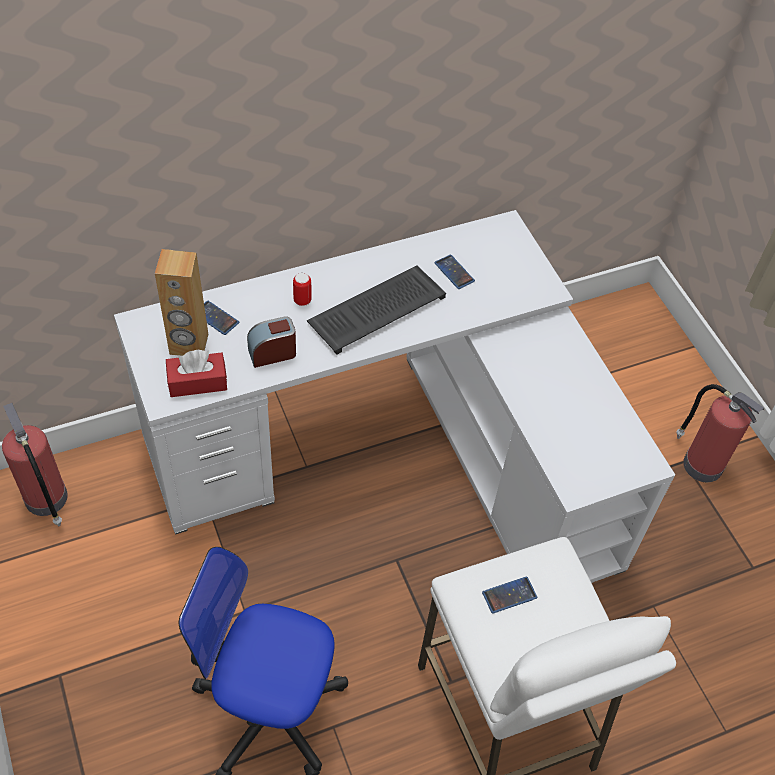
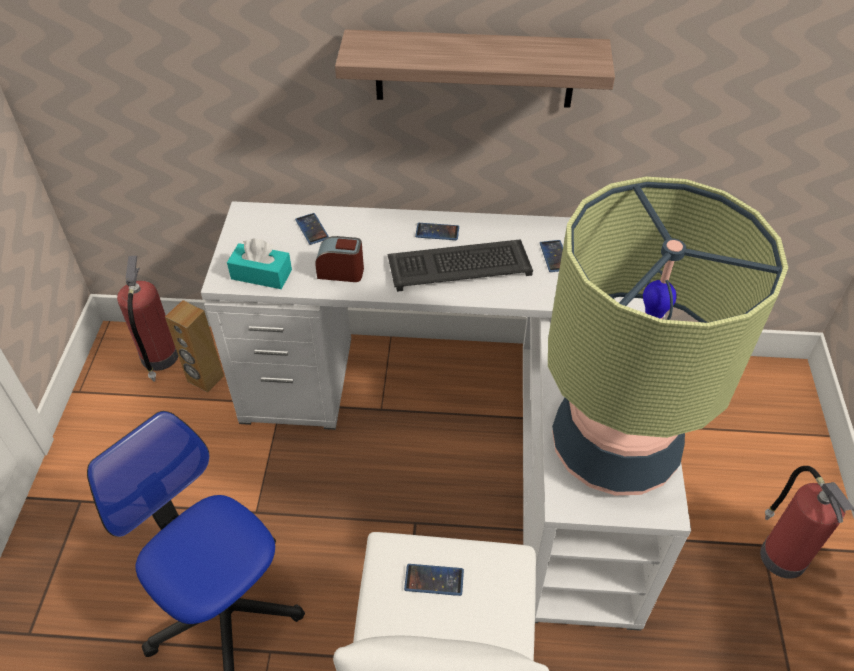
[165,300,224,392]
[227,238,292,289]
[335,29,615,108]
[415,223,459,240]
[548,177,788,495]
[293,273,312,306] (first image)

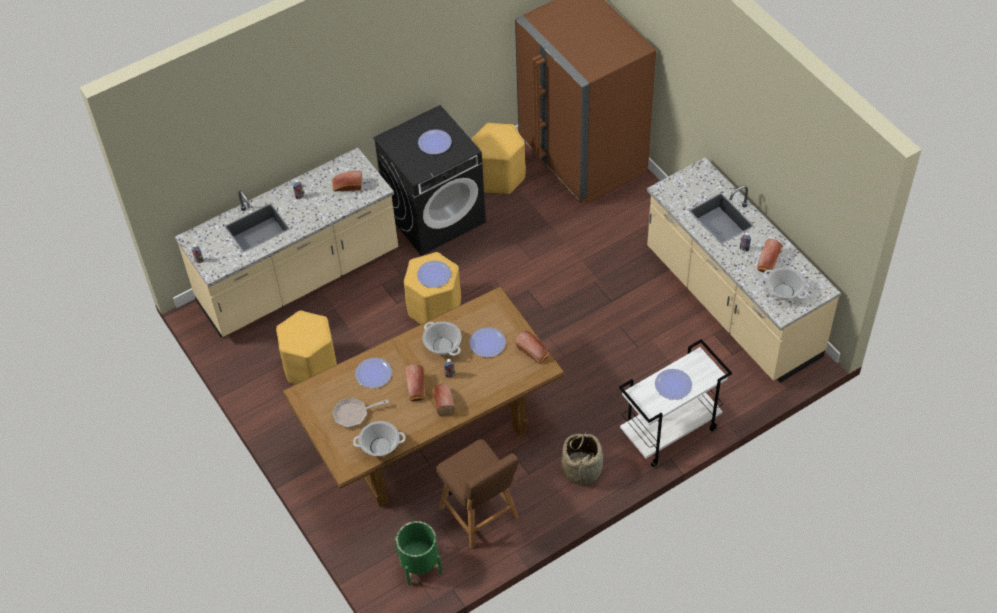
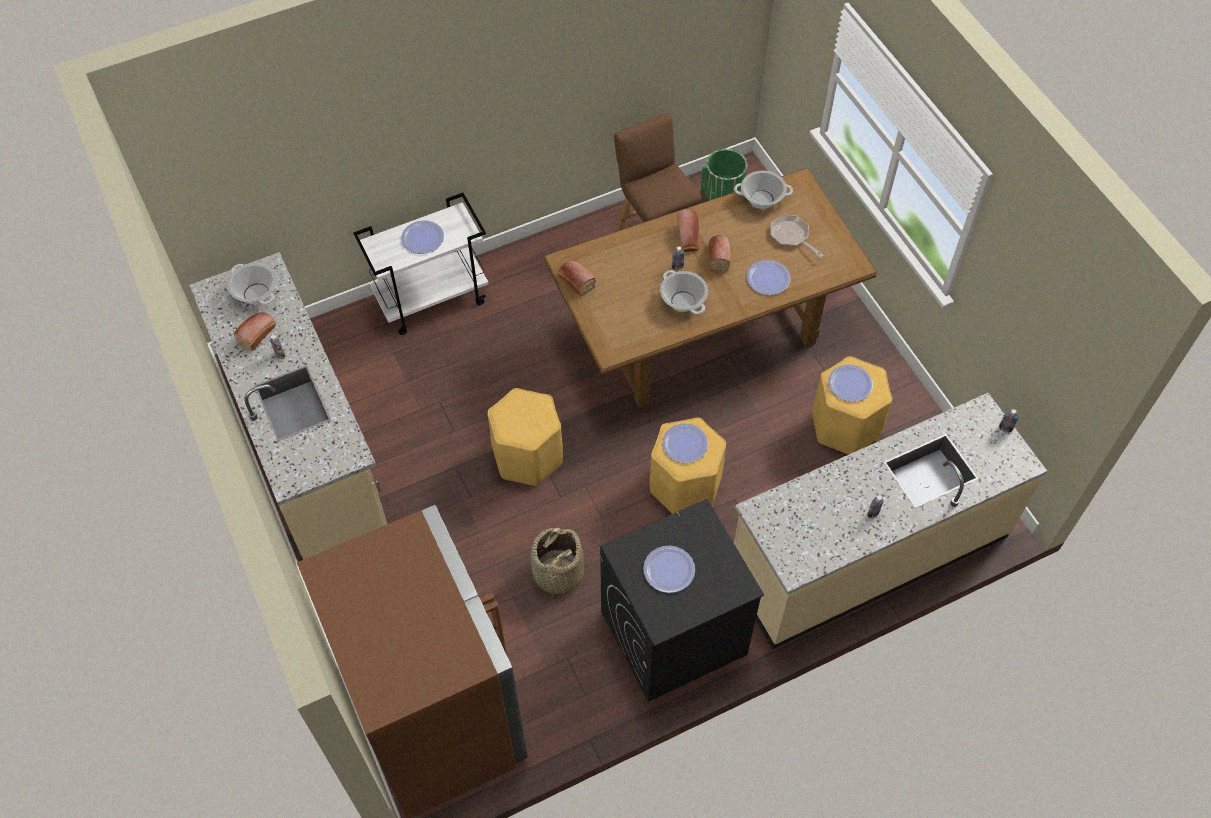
[487,388,563,486]
[531,528,584,600]
[771,215,823,258]
[828,364,873,402]
[332,171,363,192] (first image)

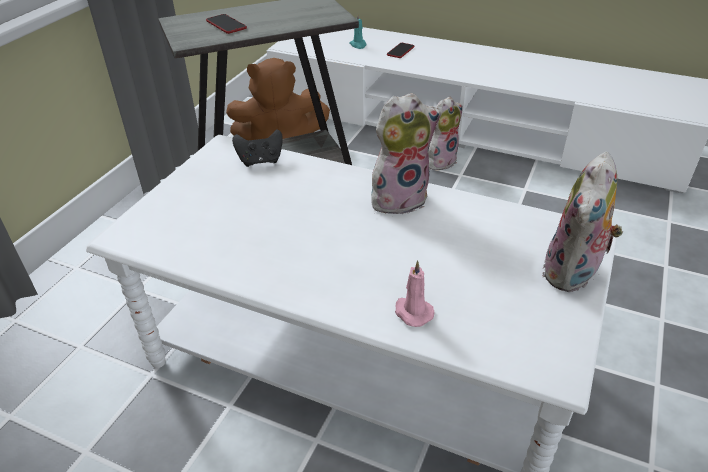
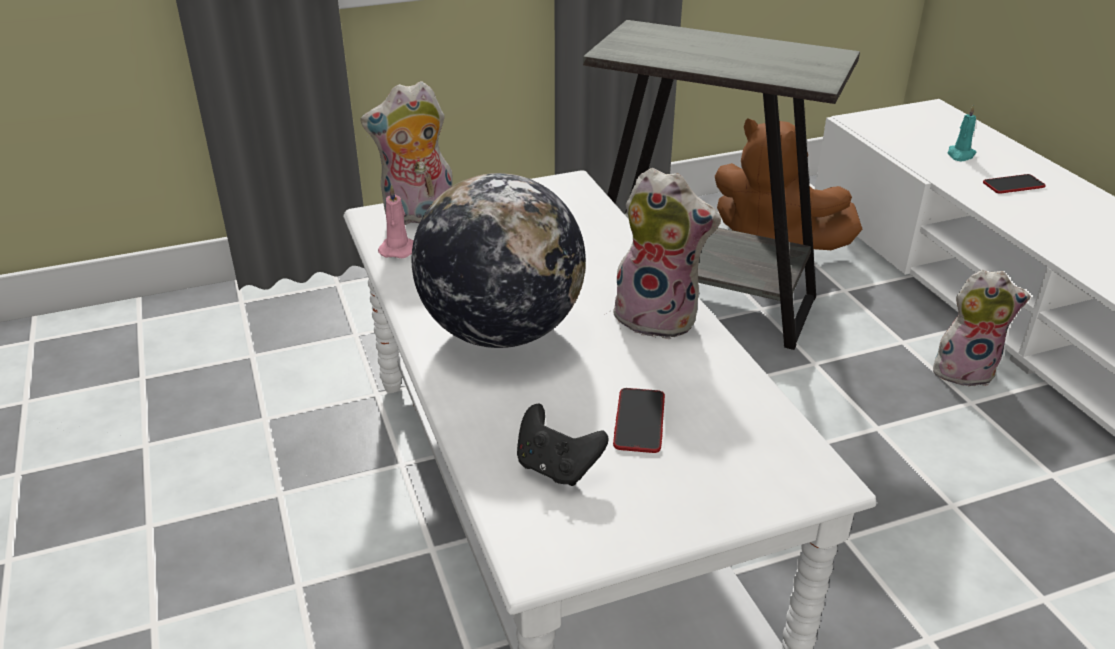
[360,81,452,225]
[378,184,414,258]
[412,173,586,348]
[517,404,609,486]
[613,388,665,453]

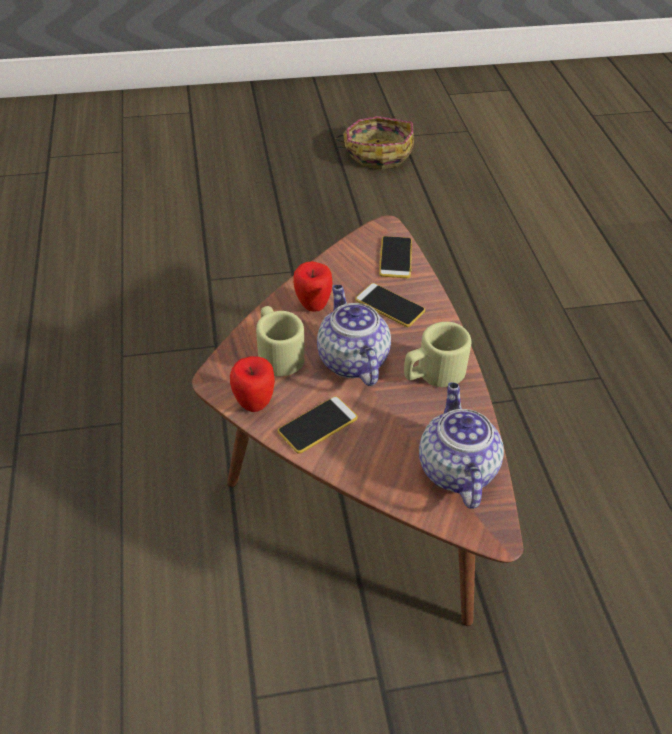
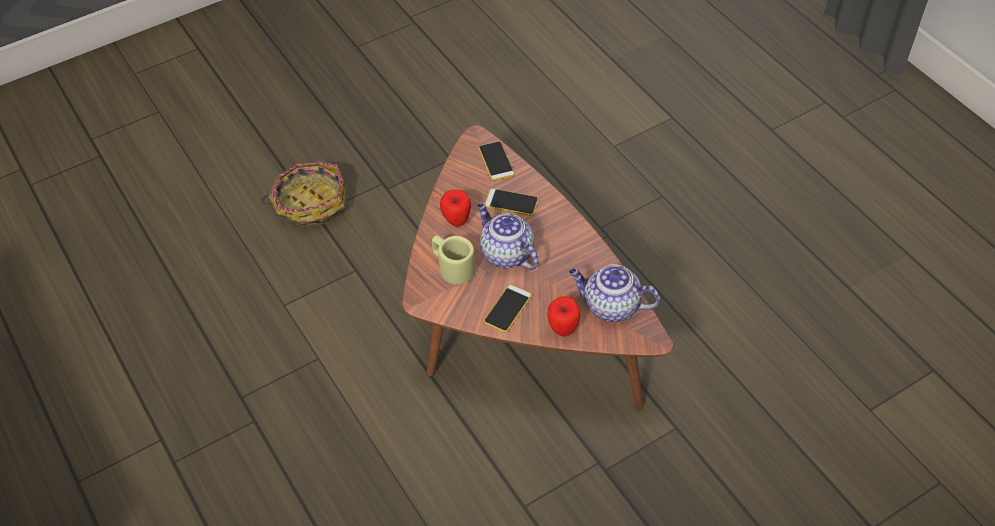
[261,162,346,227]
[547,296,580,336]
[569,264,660,322]
[404,322,472,387] (first image)

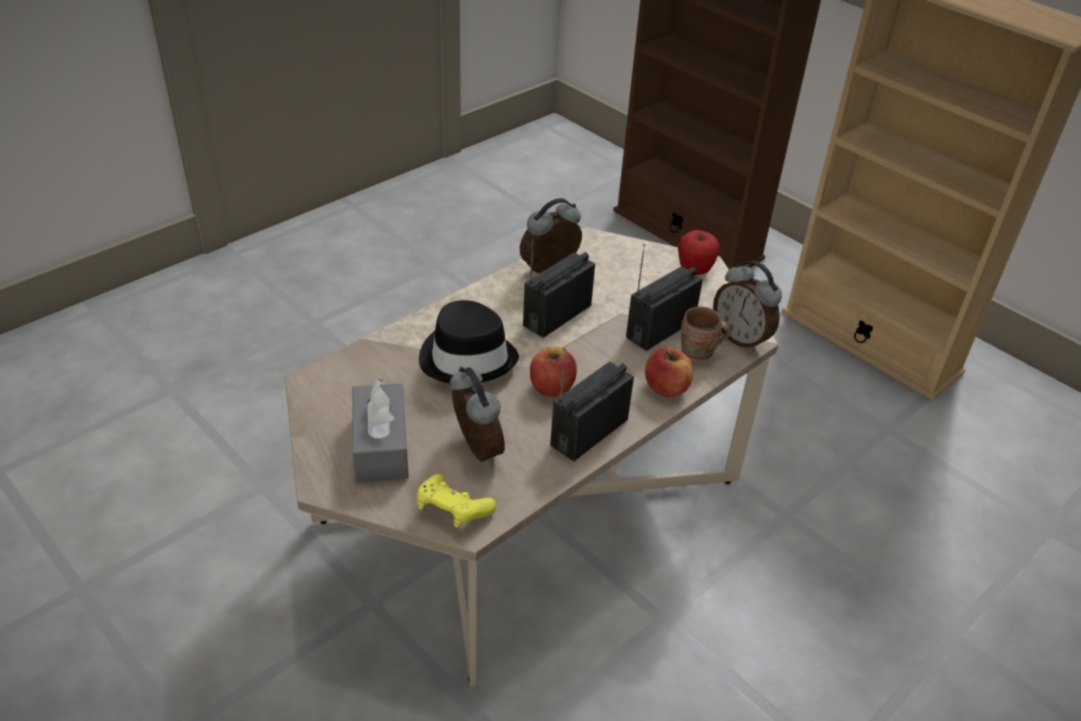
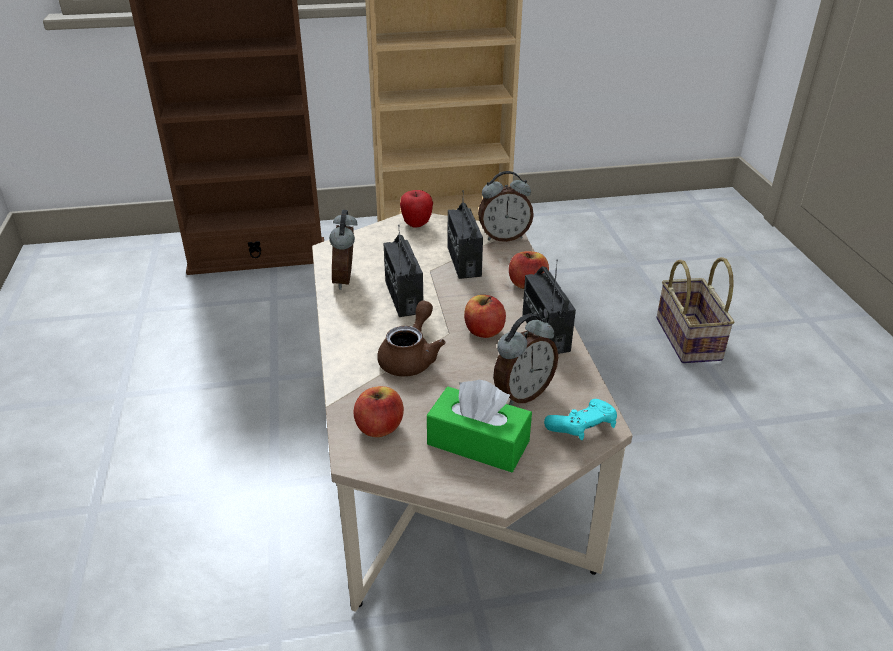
[353,386,404,437]
[377,300,445,377]
[427,380,532,472]
[493,314,558,405]
[544,399,617,440]
[657,257,735,363]
[681,306,731,362] (first image)

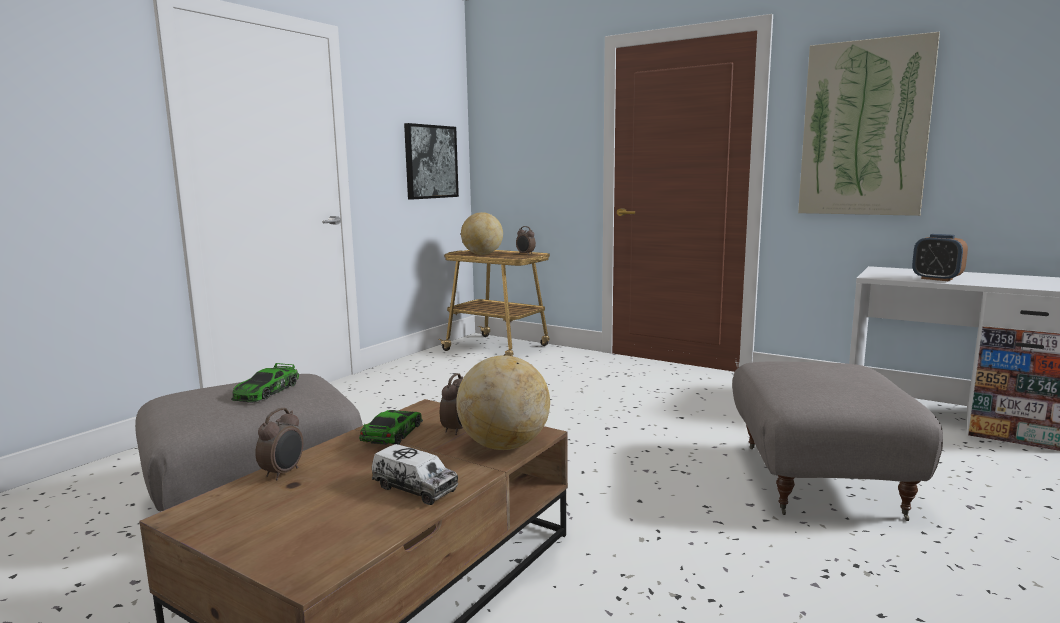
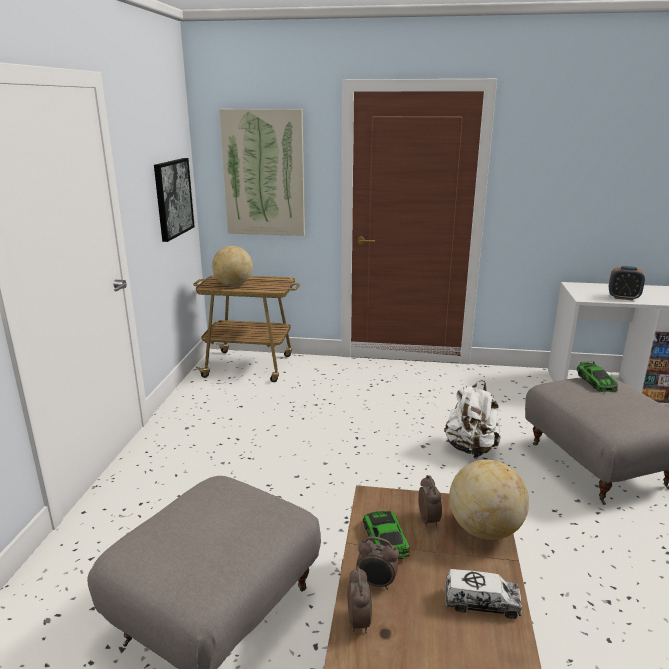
[219,109,305,236]
[356,537,399,590]
[444,380,501,457]
[577,361,618,392]

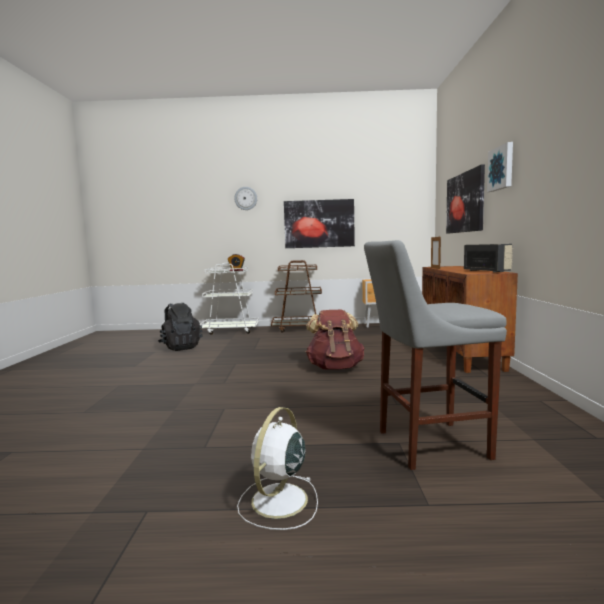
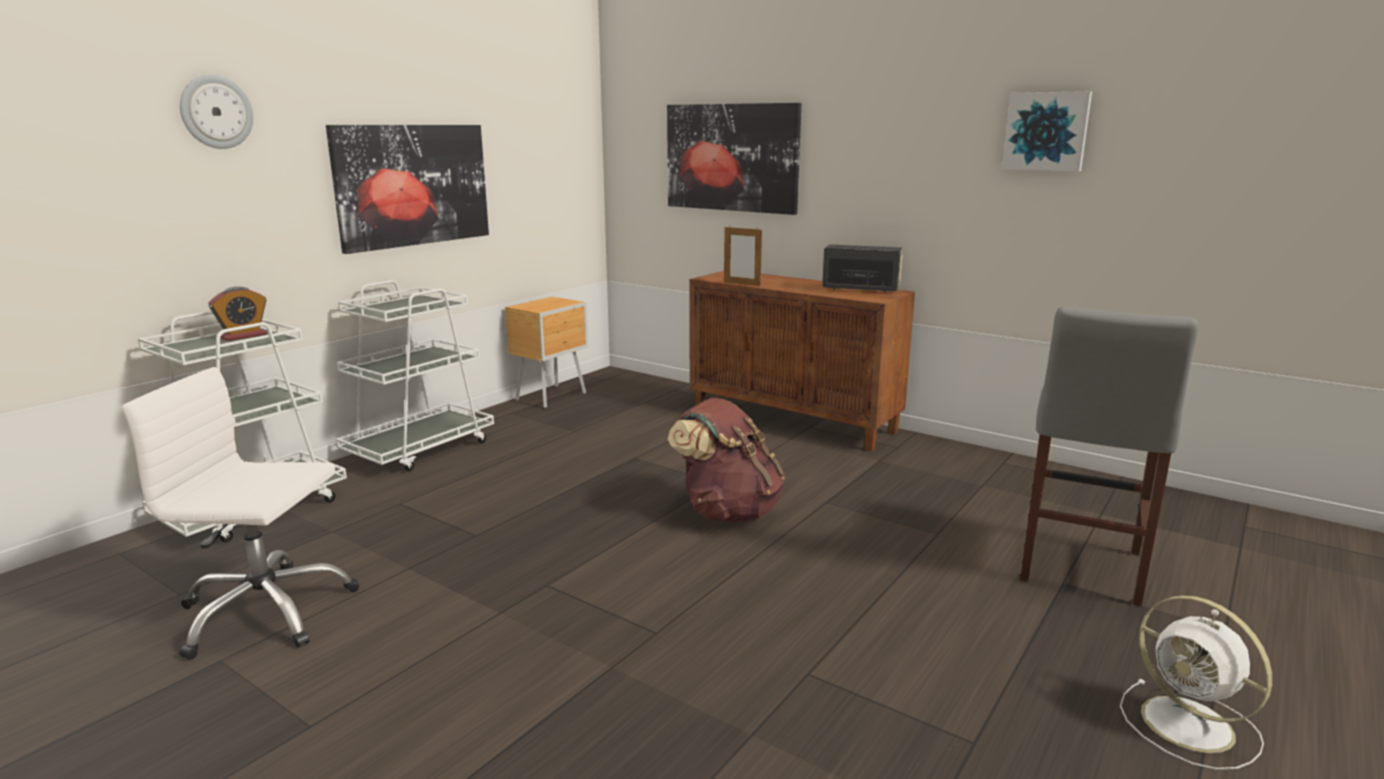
[122,367,359,660]
[336,280,494,472]
[1002,91,1092,172]

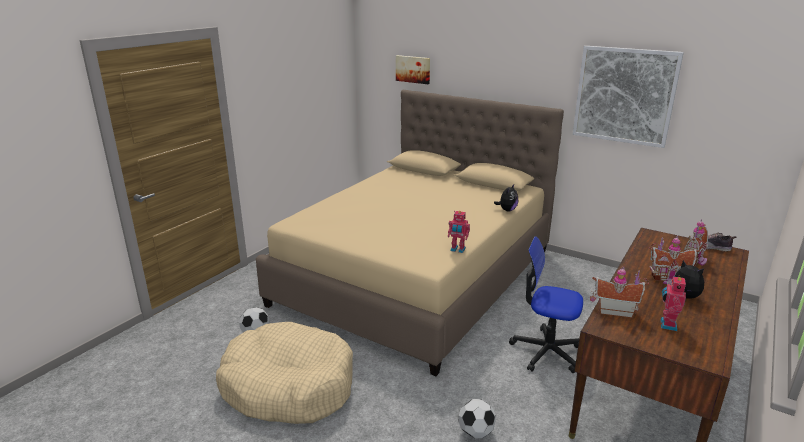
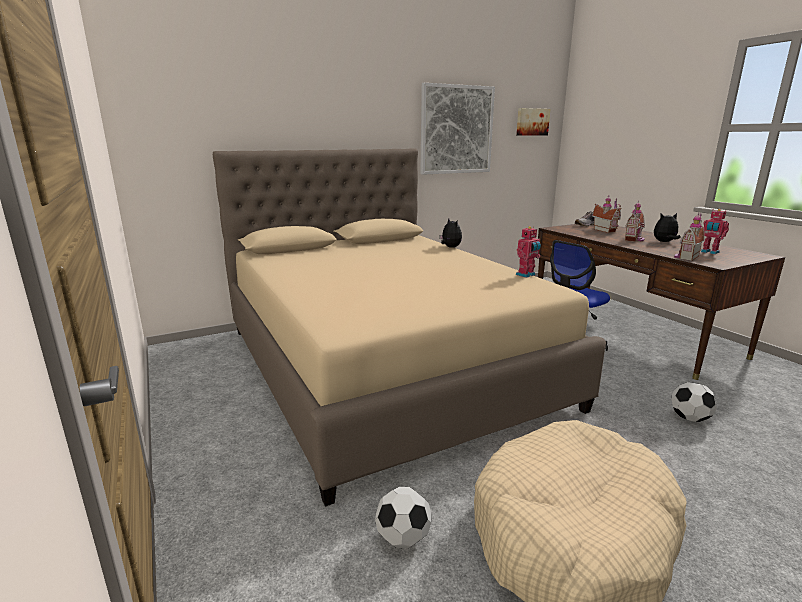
[516,108,550,136]

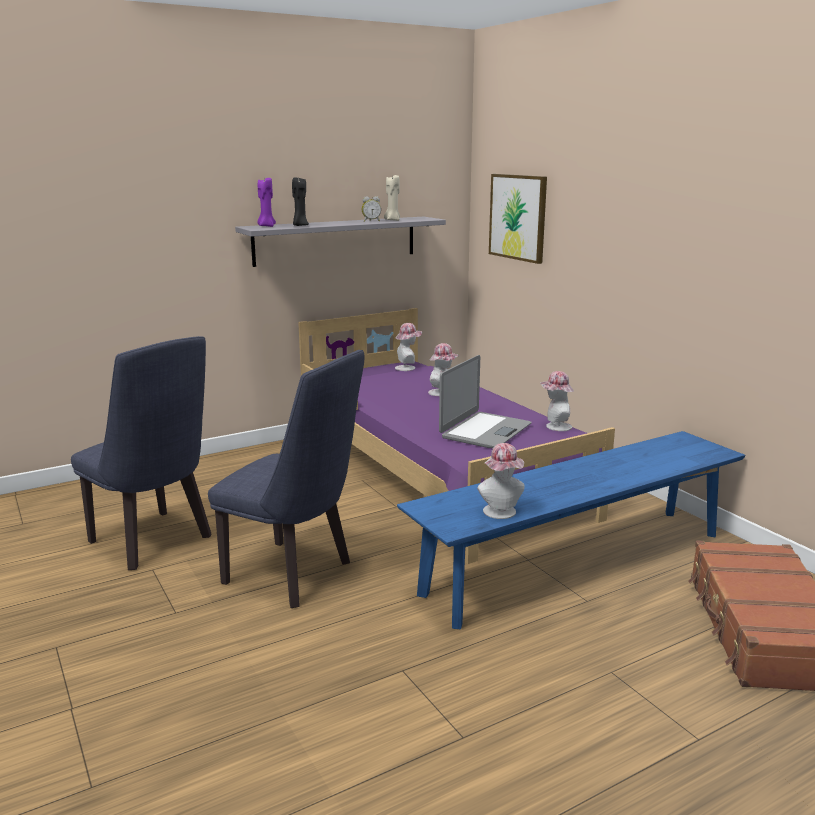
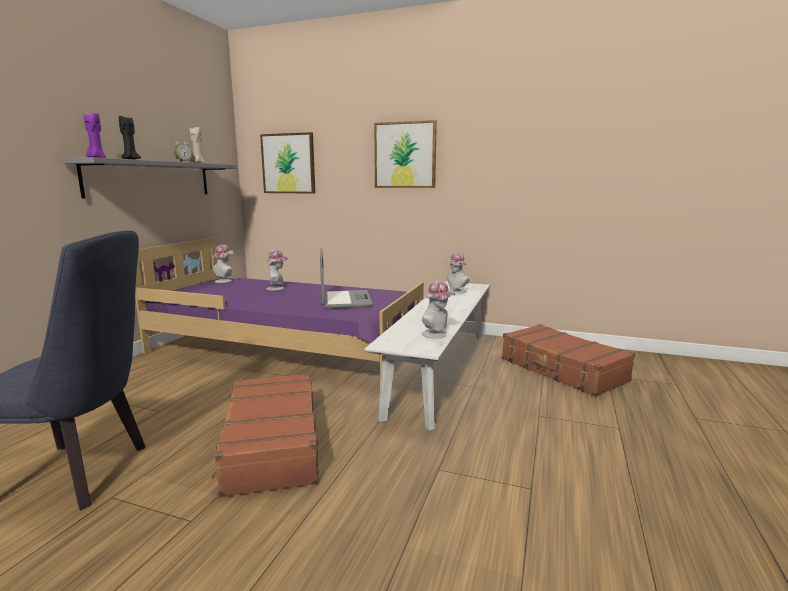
[211,373,319,497]
[365,281,490,431]
[374,120,437,188]
[446,252,470,294]

